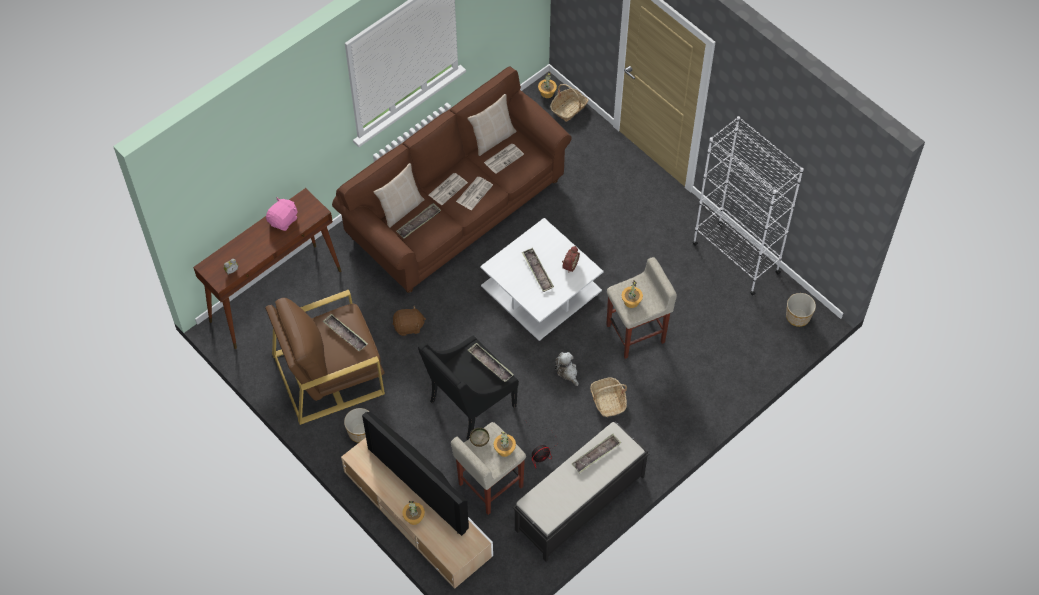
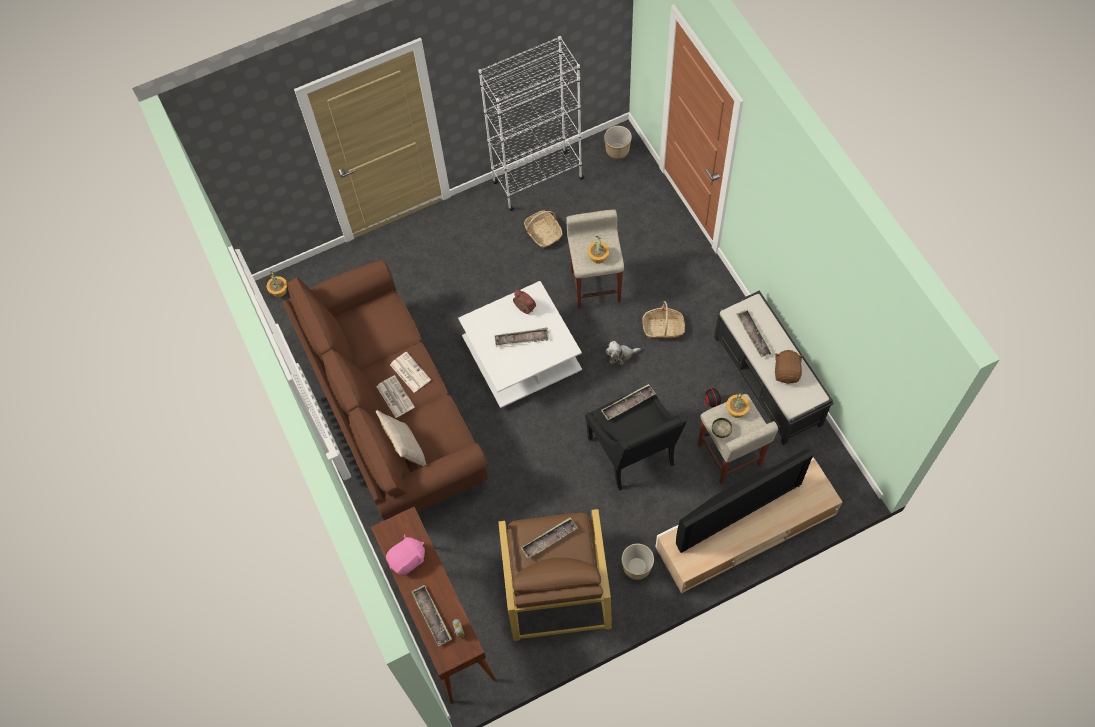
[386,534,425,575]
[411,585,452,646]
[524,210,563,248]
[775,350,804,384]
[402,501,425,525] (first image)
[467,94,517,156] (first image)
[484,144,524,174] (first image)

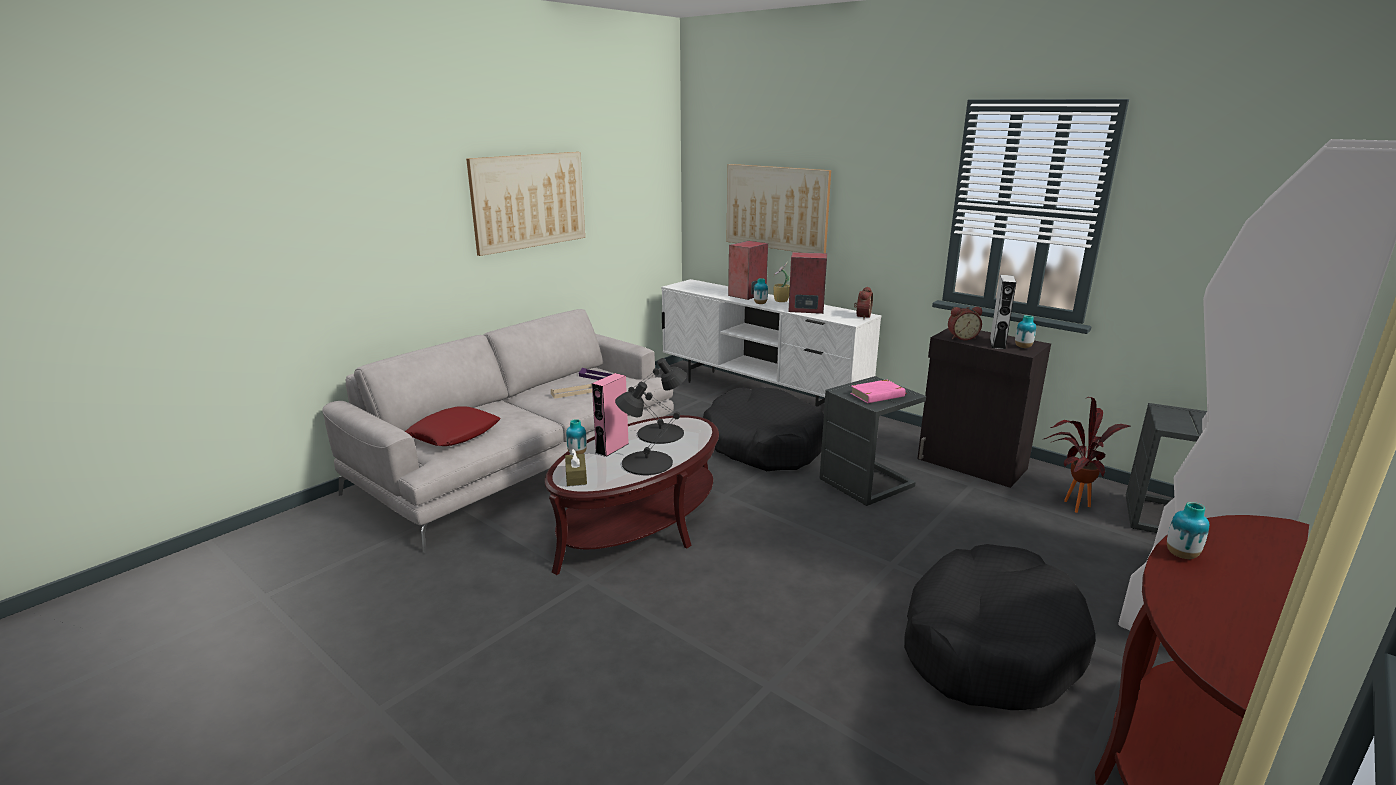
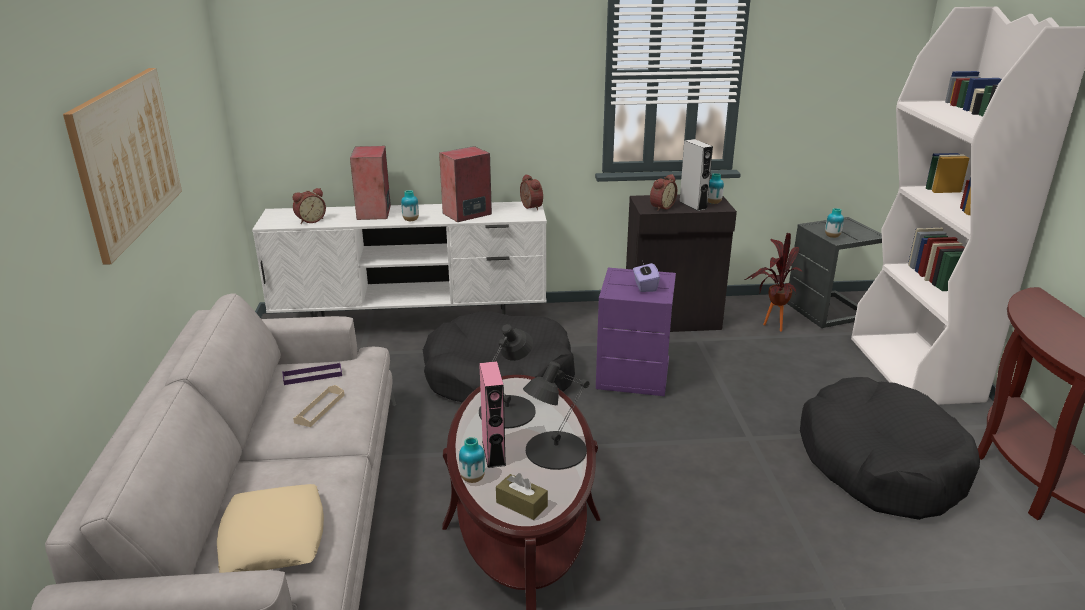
[217,484,324,573]
[293,188,326,224]
[596,268,676,396]
[633,263,660,292]
[825,208,844,238]
[726,164,831,253] (first image)
[773,262,790,302] (first image)

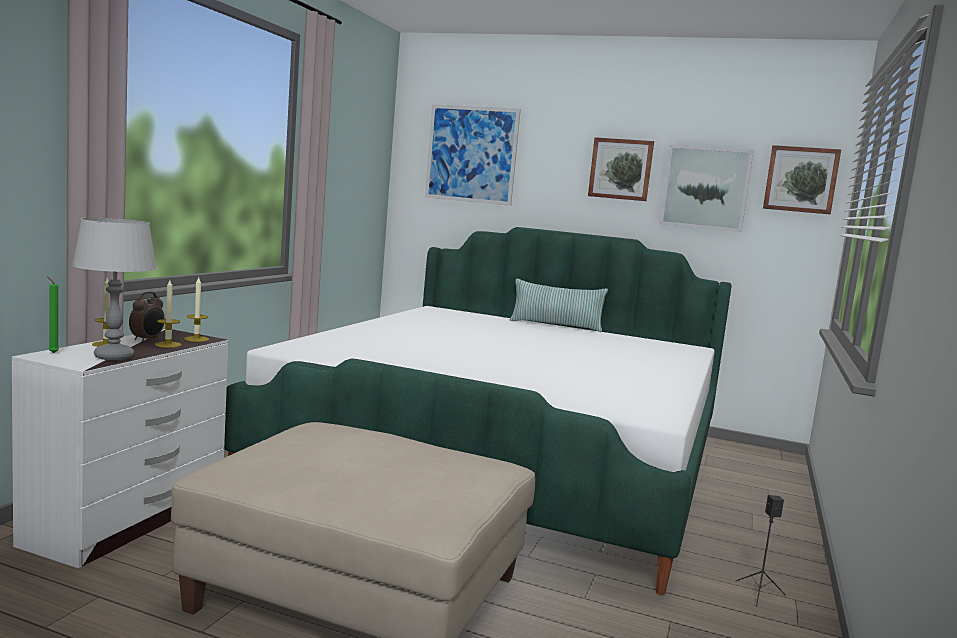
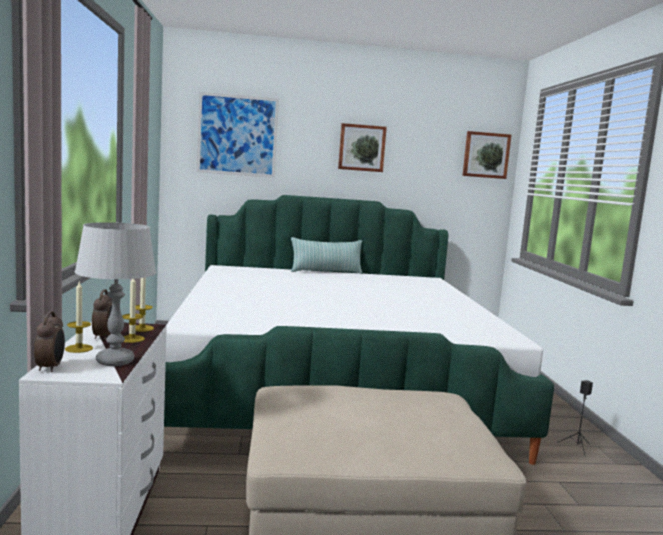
[34,311,65,372]
[660,145,754,232] (first image)

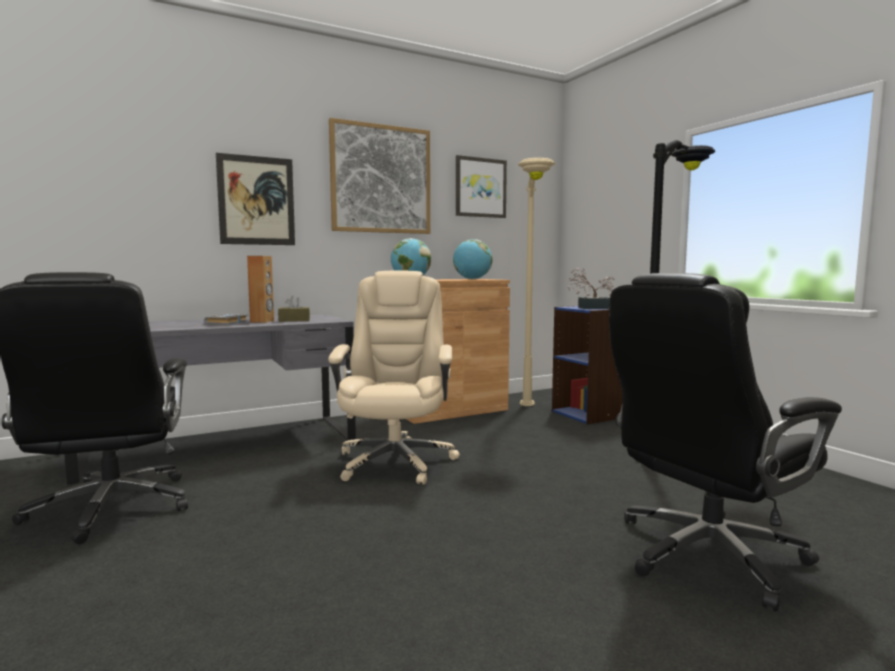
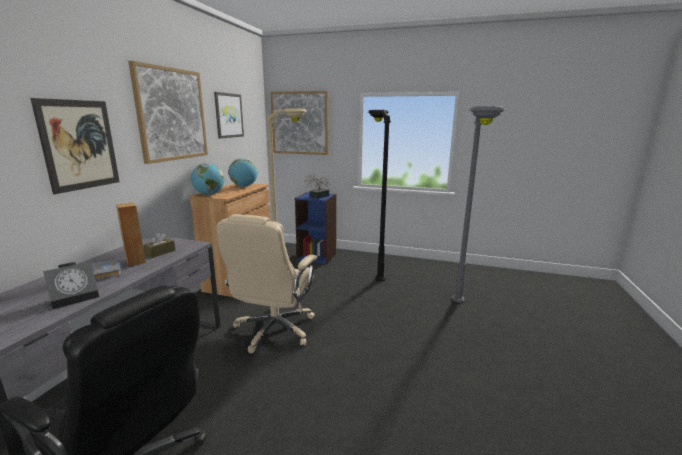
[43,262,99,309]
[216,214,317,353]
[270,91,328,155]
[452,106,505,303]

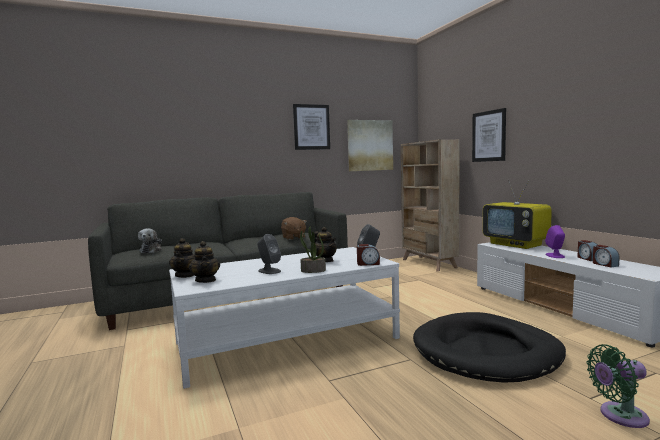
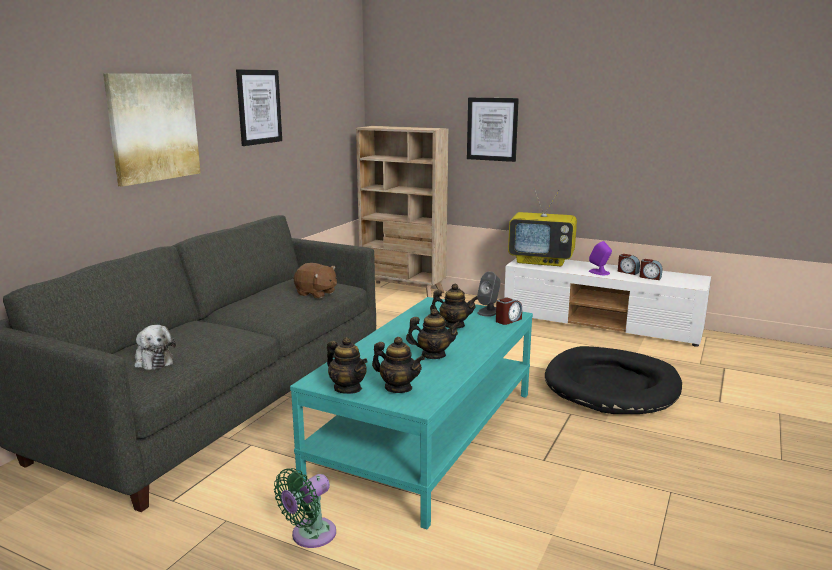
[103,73,201,187]
[274,468,336,548]
[290,297,533,529]
[406,309,461,359]
[300,226,326,273] (first image)

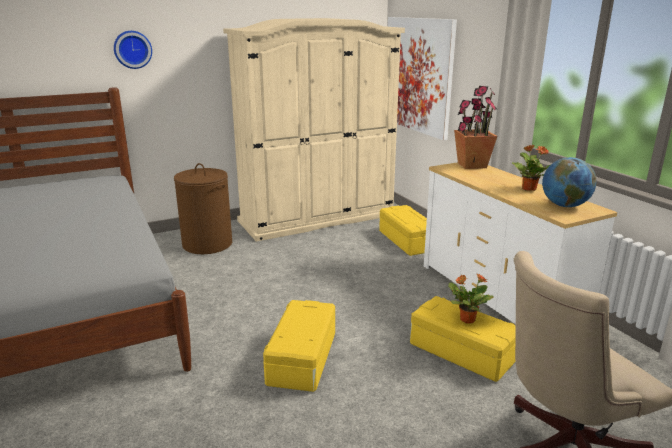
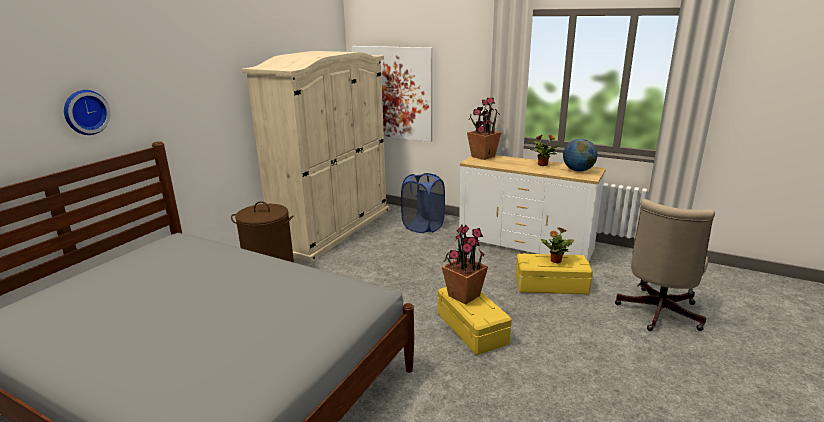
[64,90,110,135]
[401,173,445,233]
[442,225,488,304]

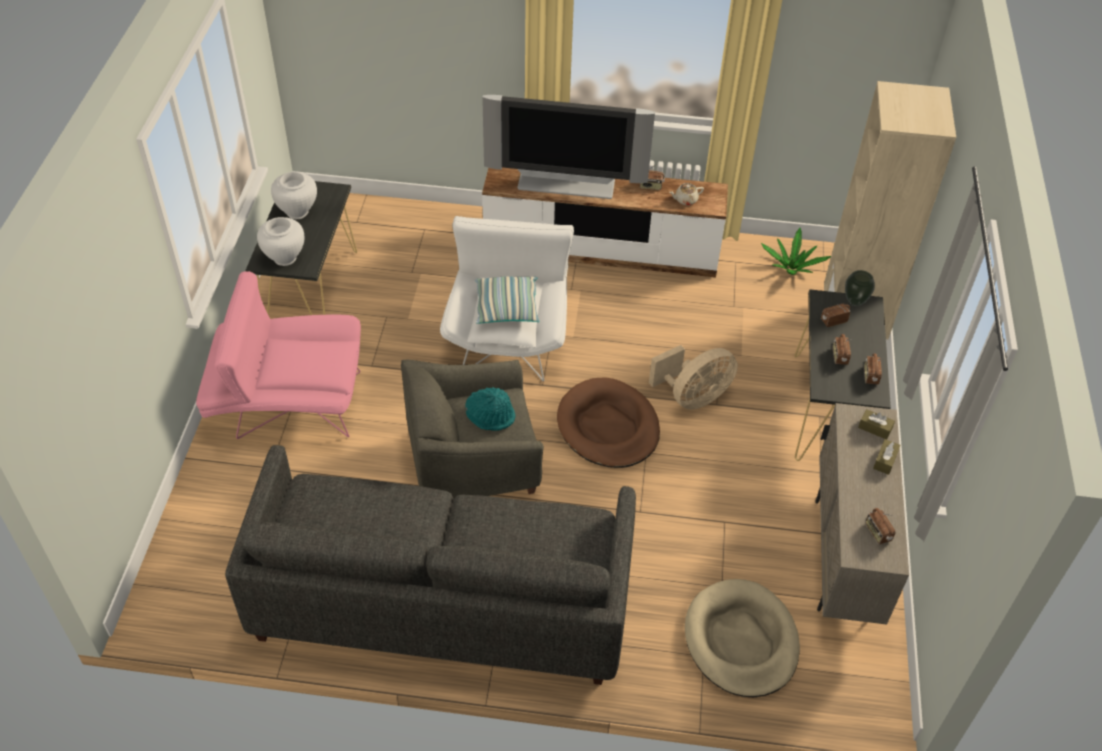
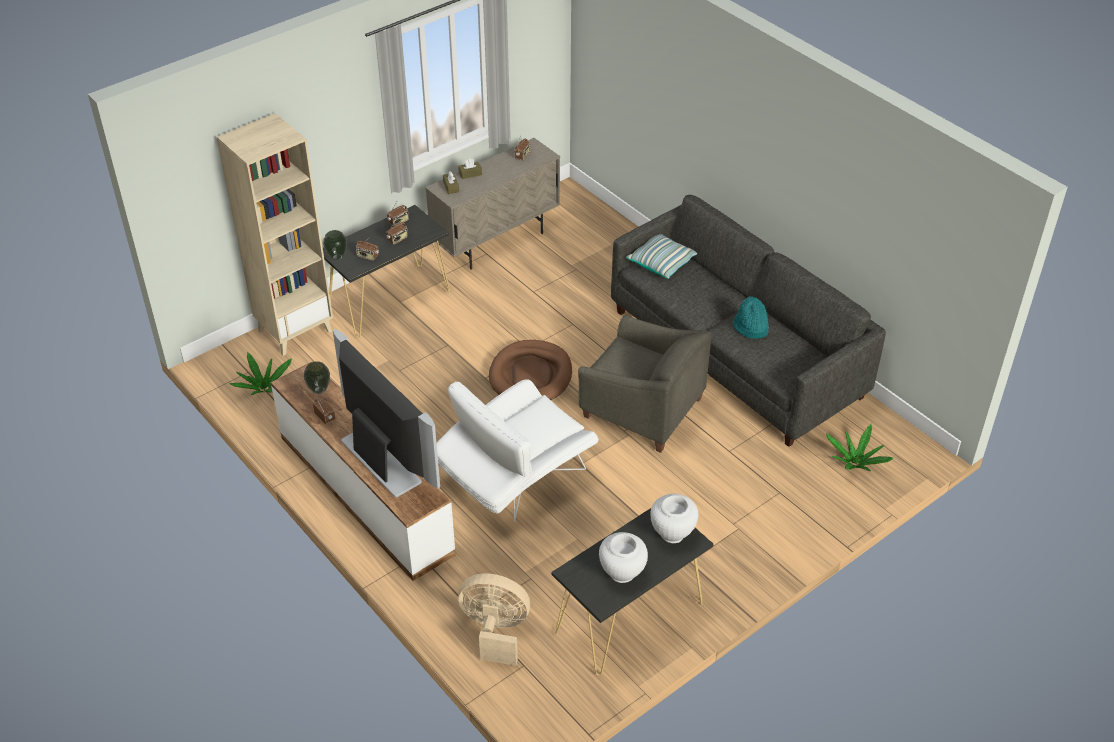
[304,361,330,394]
[458,573,530,666]
[626,234,697,279]
[733,296,769,339]
[826,424,894,471]
[196,271,361,439] (first image)
[685,579,800,697] (first image)

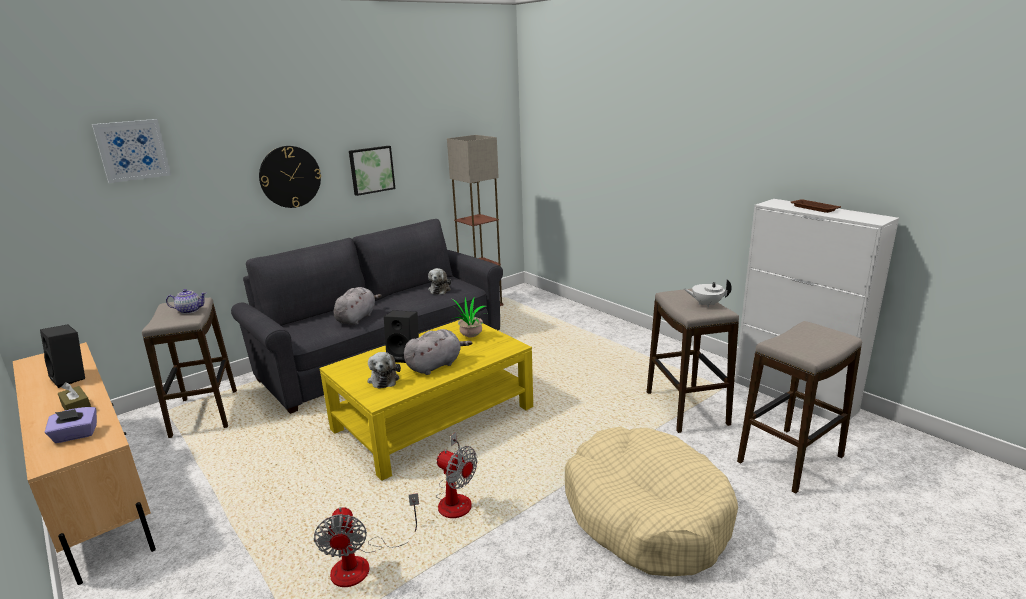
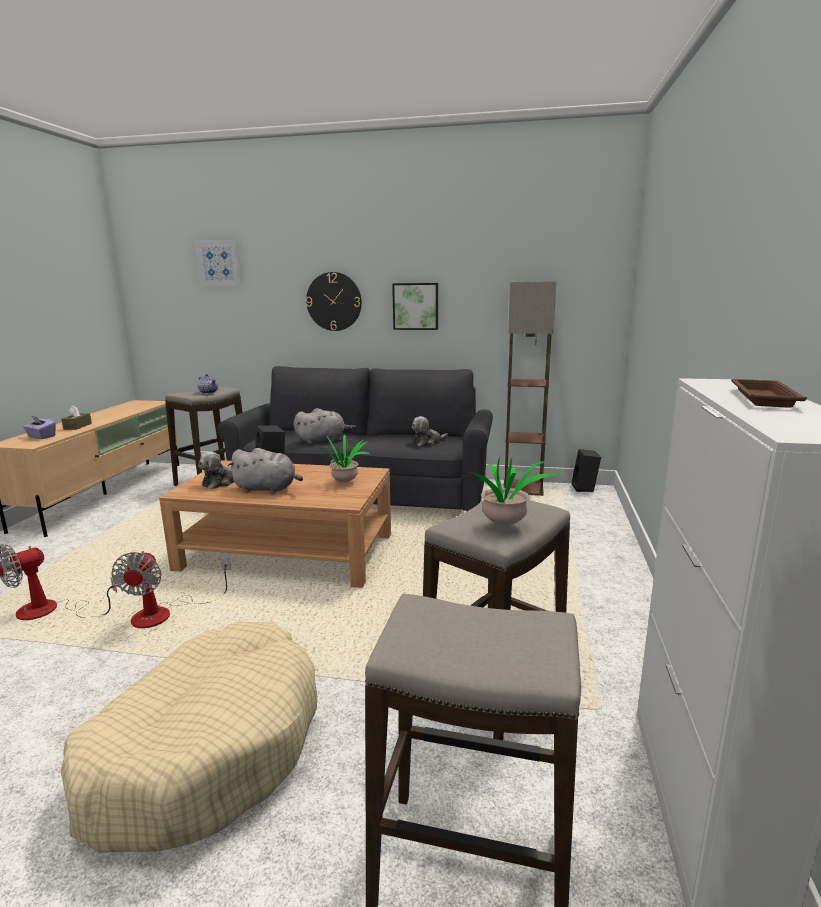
[159,460,391,588]
[470,457,563,525]
[572,449,601,492]

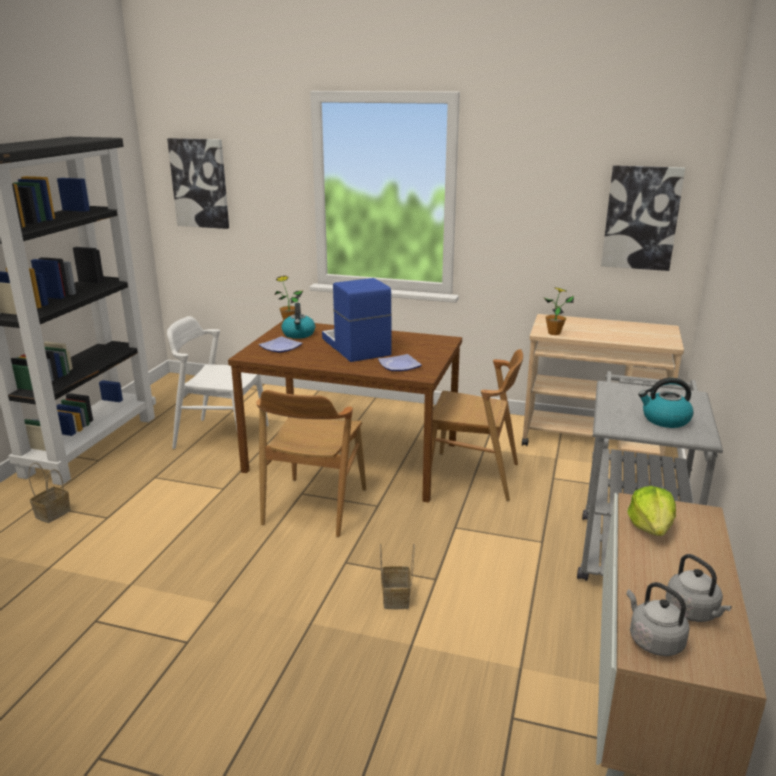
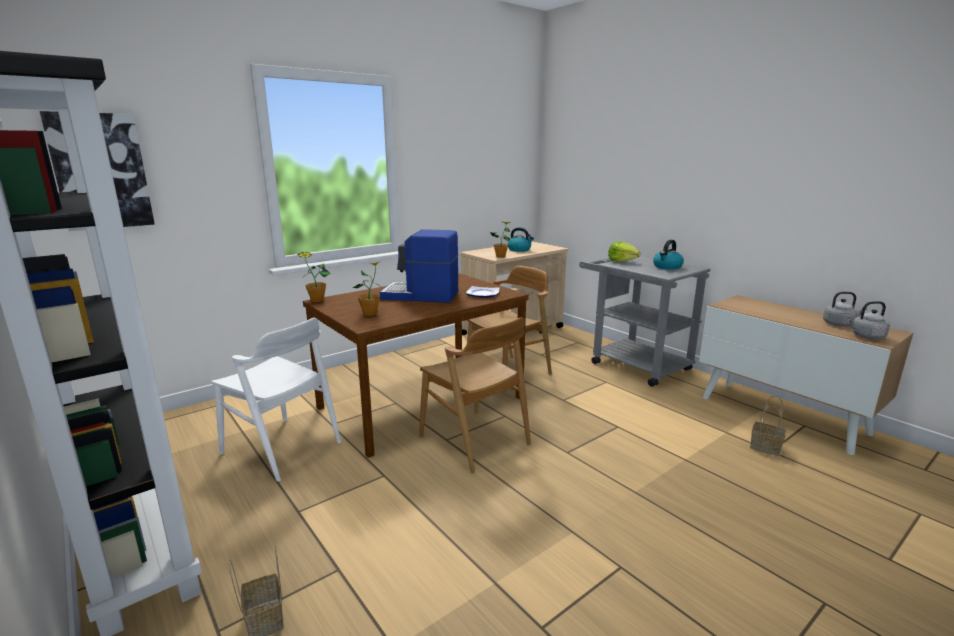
[211,318,341,482]
[353,262,383,316]
[508,227,534,252]
[608,242,641,262]
[750,396,786,456]
[601,165,685,271] (first image)

